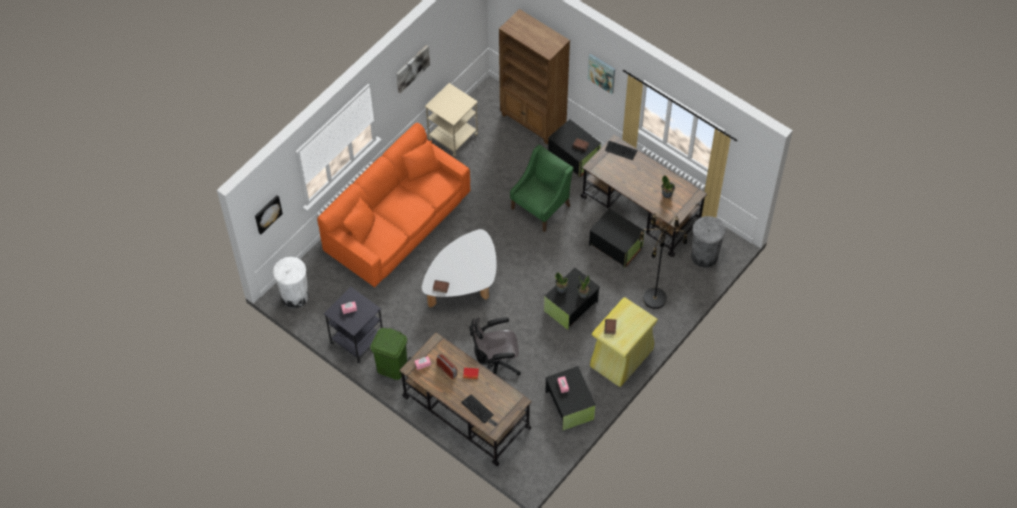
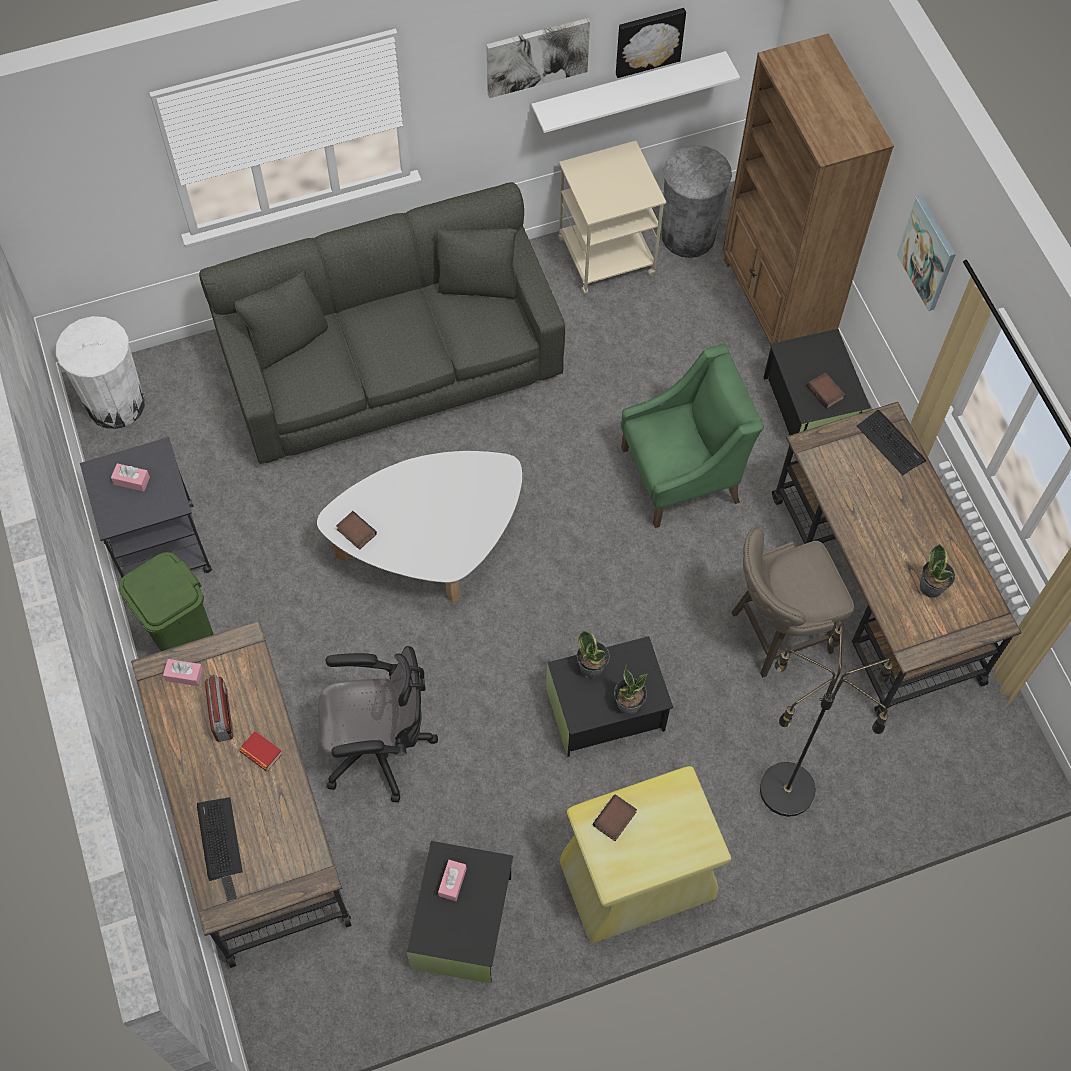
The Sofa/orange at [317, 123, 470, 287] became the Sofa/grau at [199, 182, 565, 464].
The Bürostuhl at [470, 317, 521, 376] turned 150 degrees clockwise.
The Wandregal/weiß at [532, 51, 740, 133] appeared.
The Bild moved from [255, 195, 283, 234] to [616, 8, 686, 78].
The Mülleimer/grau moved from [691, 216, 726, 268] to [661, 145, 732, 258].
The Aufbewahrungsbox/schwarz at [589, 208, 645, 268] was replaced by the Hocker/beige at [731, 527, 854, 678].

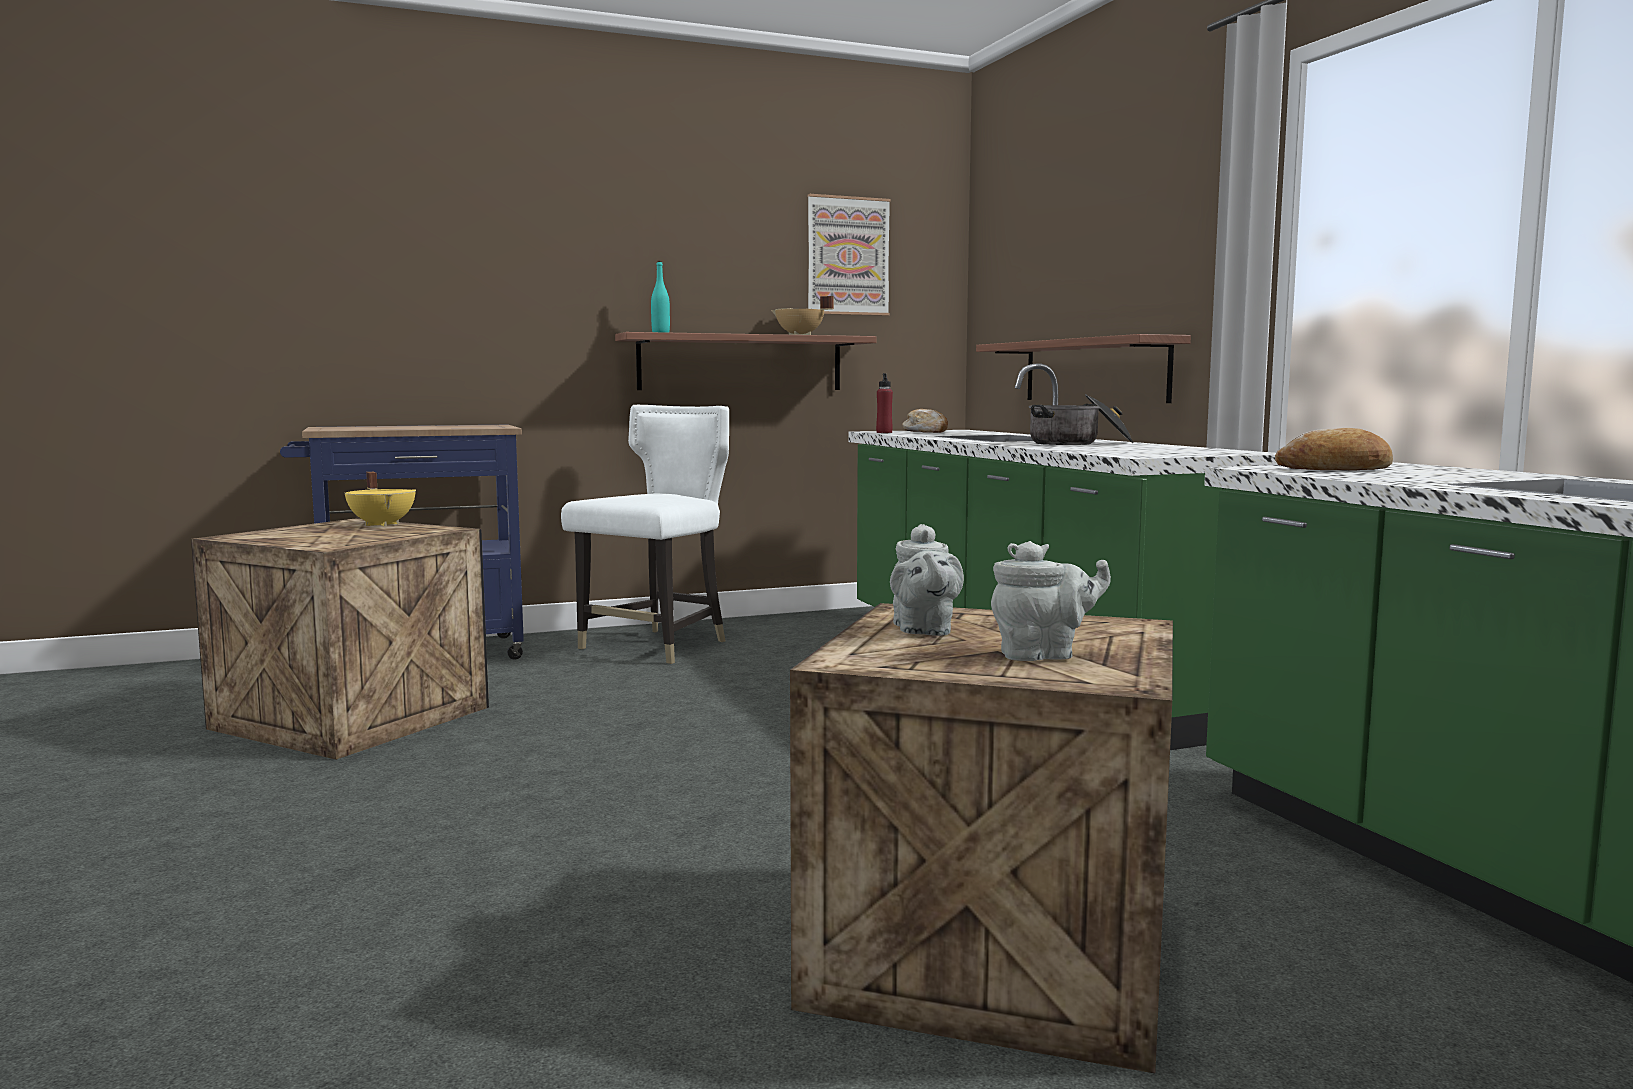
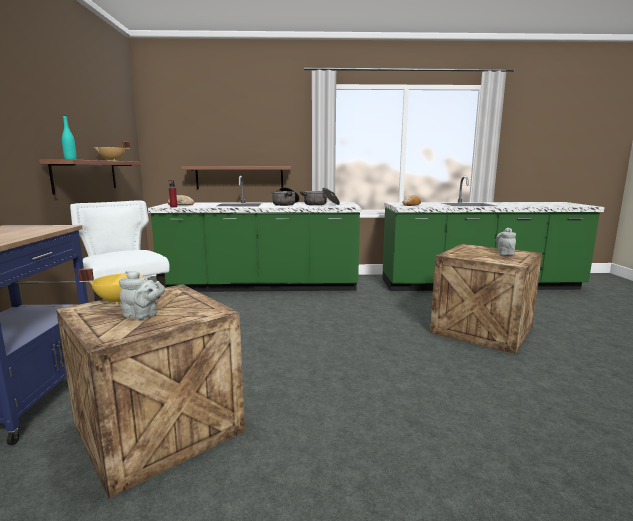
The Teekanne/grau moved from [890, 524, 964, 636] to [119, 270, 165, 319].
The Kochtopf at [300, 188, 340, 205] appeared.
The Bild at [807, 194, 890, 316] disappeared.

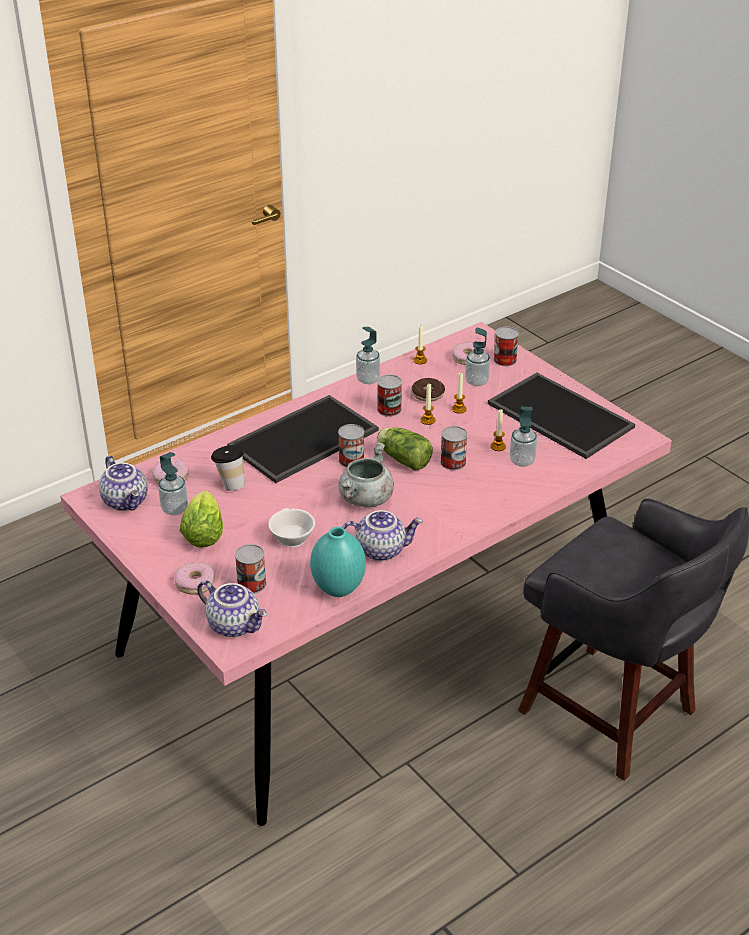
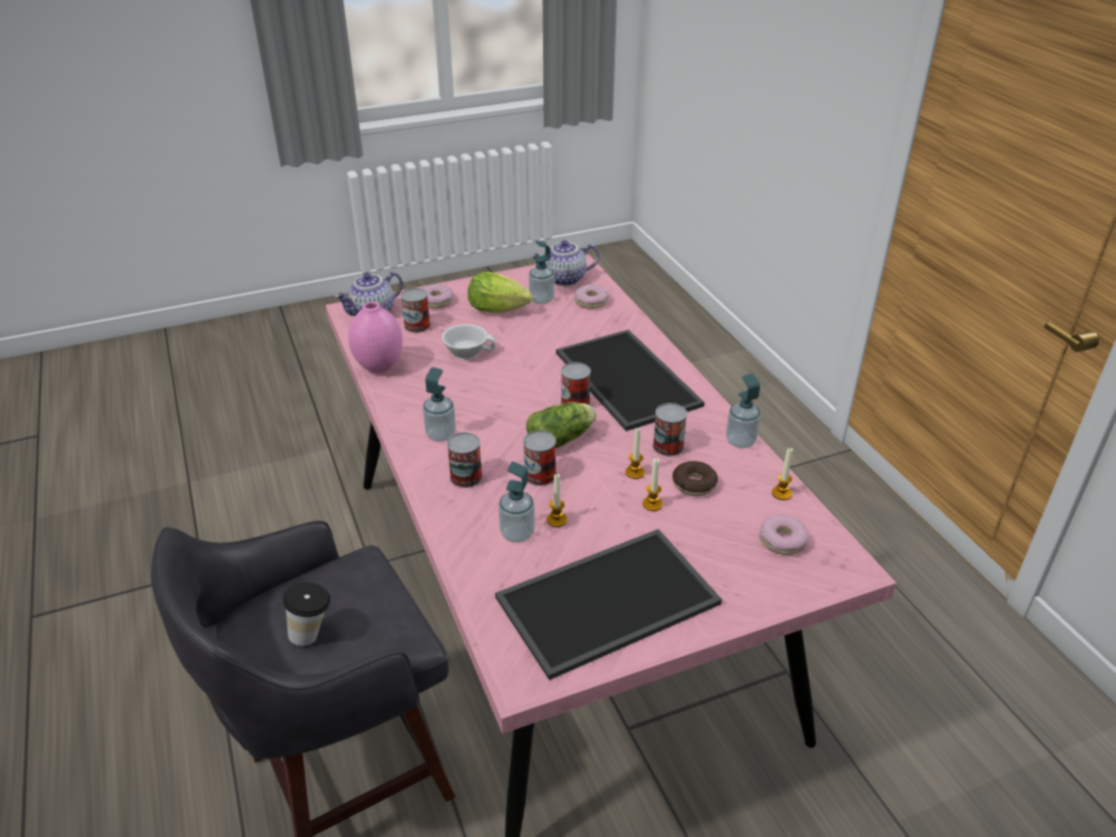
The Tasse moved from [211, 445, 245, 491] to [283, 582, 331, 646].
The Vase/türkis at [310, 527, 366, 597] became the Vase/rosa at [348, 301, 403, 373].
The Seifenspender moved from [465, 327, 490, 386] to [423, 367, 456, 442].
The Dose moved from [494, 327, 519, 366] to [447, 432, 482, 488].
The Kochtopf/grau at [338, 442, 394, 507] disappeared.
The Teekanne at [342, 510, 423, 561] disappeared.

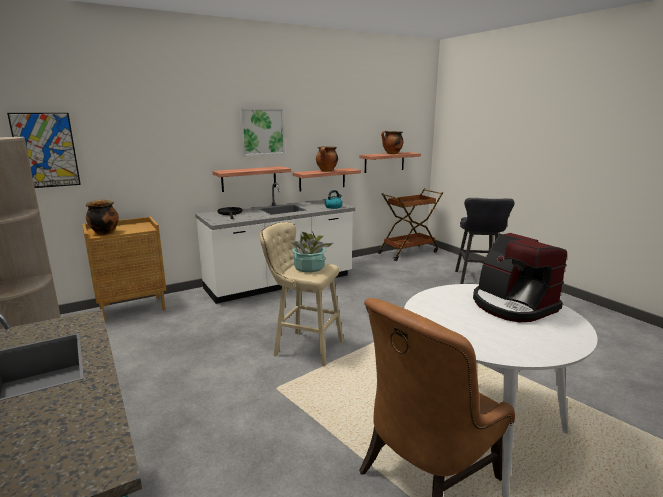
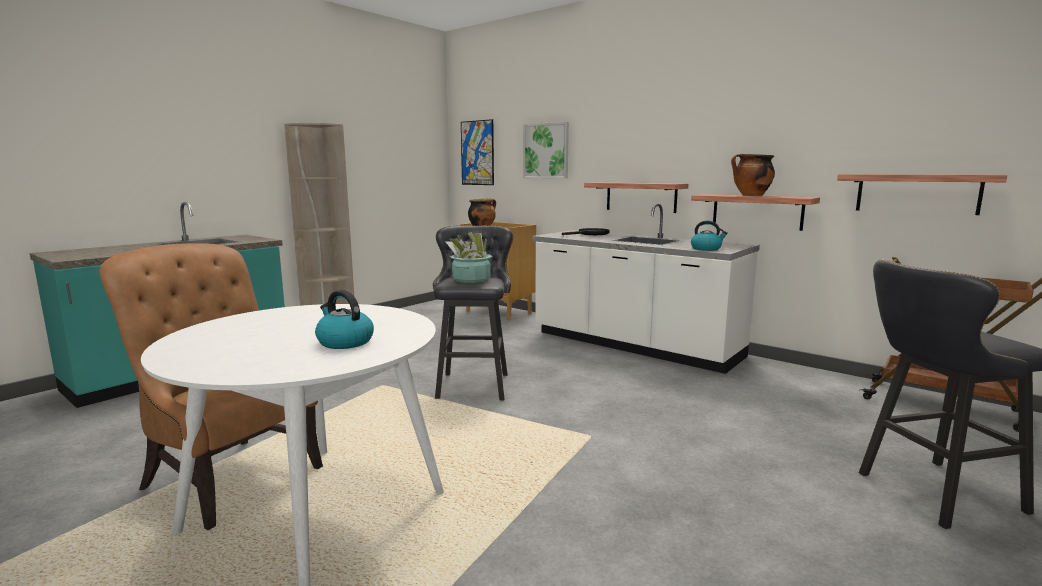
The Kaffeemaschine at [473, 233, 567, 322] was replaced by the Wasserkessel at [315, 290, 374, 349].
The Hocker/beige at [260, 222, 344, 366] became the Hocker/schwarz at [433, 225, 513, 400].
The Bild moved from [240, 108, 285, 156] to [523, 122, 569, 179].
The Kochtopf at [381, 131, 404, 154] disappeared.

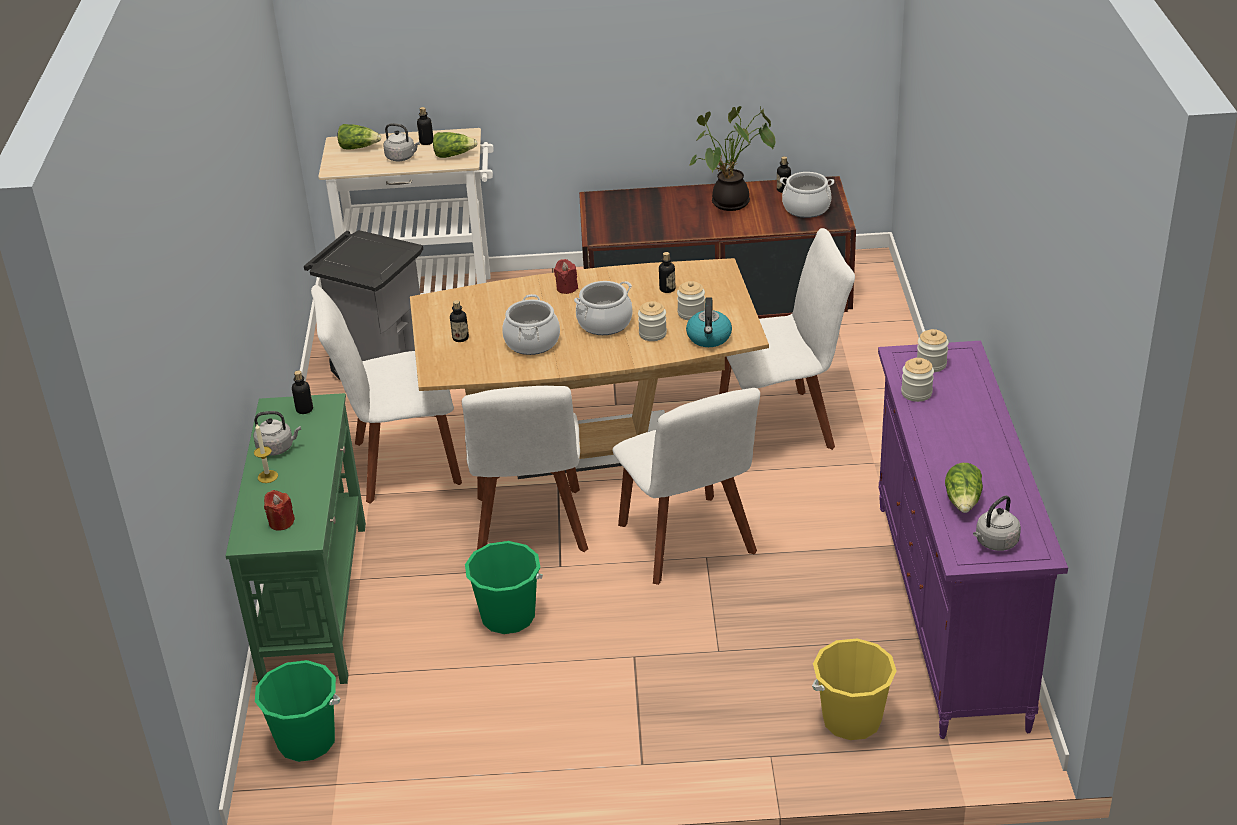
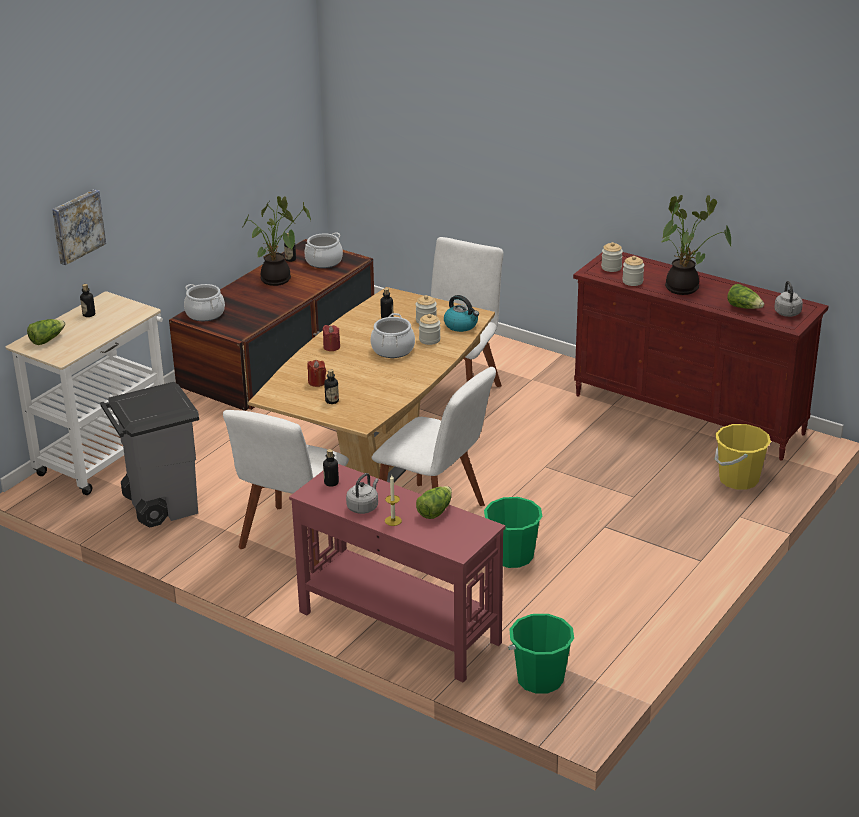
The Bild at [52, 189, 106, 265] appeared.
The Kochtopf moved from [502, 294, 560, 355] to [184, 284, 225, 321].
The Konsolentisch/grün at [226, 393, 366, 684] became the Konsolentisch/rot at [289, 464, 505, 683].
The Kerze/rot moved from [264, 490, 295, 530] to [307, 360, 326, 387].
The Salatkopf moved from [433, 132, 477, 158] to [416, 486, 452, 519].
The Kommode/lila at [878, 341, 1068, 739] became the Kommode/rot at [573, 252, 829, 461].
The Topfpflanze at [662, 195, 731, 295] appeared.
The Wasserkessel/grau at [383, 123, 420, 161] disappeared.
The Stuhl/weiß at [612, 388, 760, 585] disappeared.

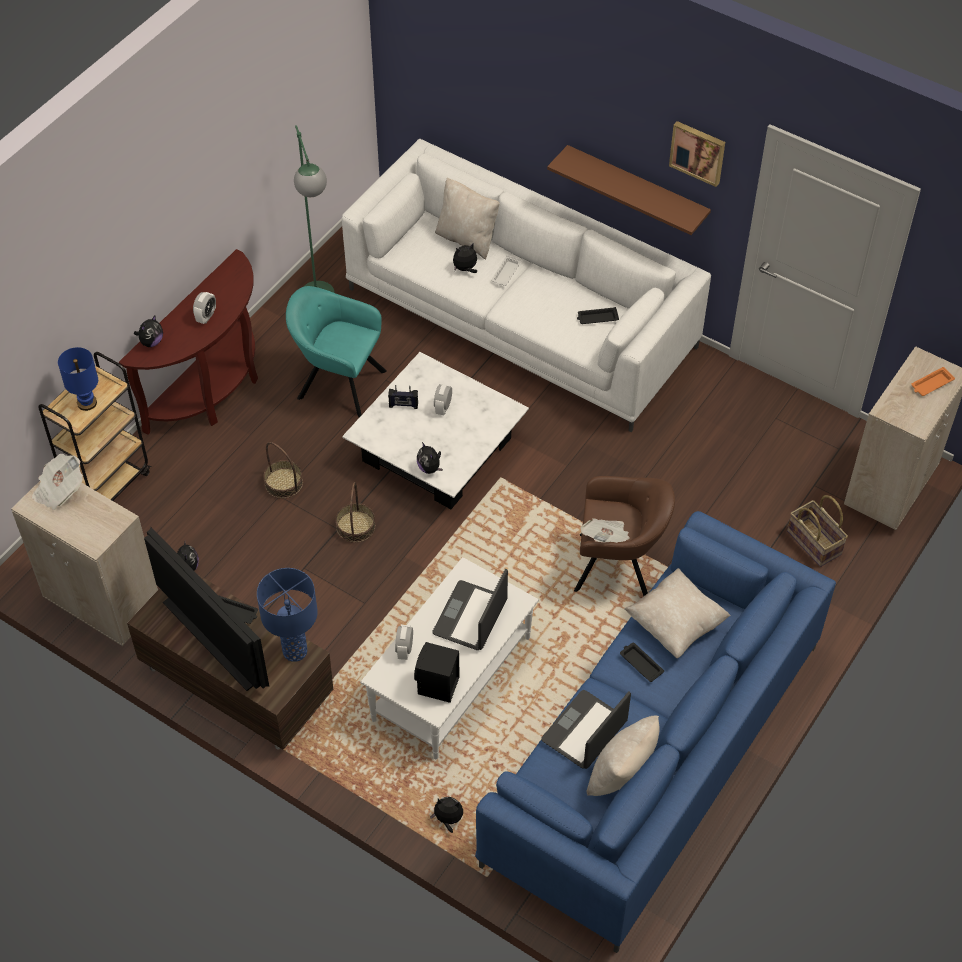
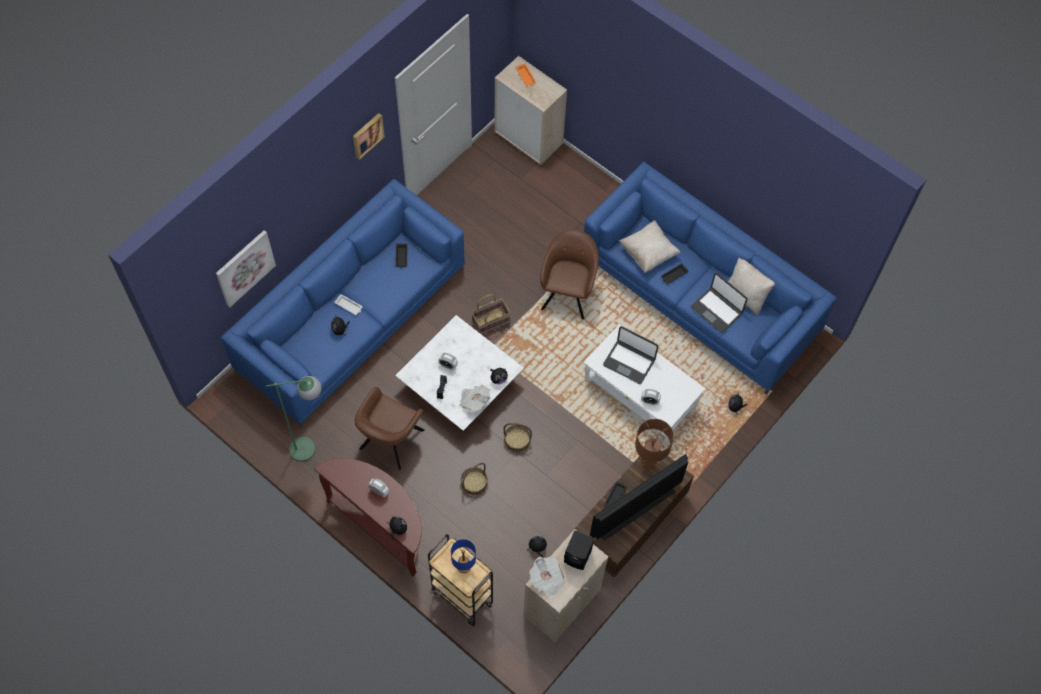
The Bild at [216, 230, 276, 307] appeared.
The Sofa/weiß at [342, 139, 711, 432] became the Sofa/blau at [221, 179, 465, 427].
The Sessel/türkis at [286, 286, 387, 418] became the Sessel/braun at [355, 387, 424, 470].
The Zeitung moved from [581, 518, 630, 543] to [459, 385, 490, 411].
The Korb moved from [787, 495, 848, 567] to [471, 294, 510, 335].
The Lautsprecher/schwarz moved from [414, 642, 460, 703] to [564, 530, 594, 570].
The Tischlampe/blau at [257, 568, 318, 662] became the Tischlampe/braun at [635, 419, 674, 470].
The Kissen/beige at [435, 177, 500, 259] disappeared.
The Wandregal/braun at [547, 145, 711, 235] disappeared.

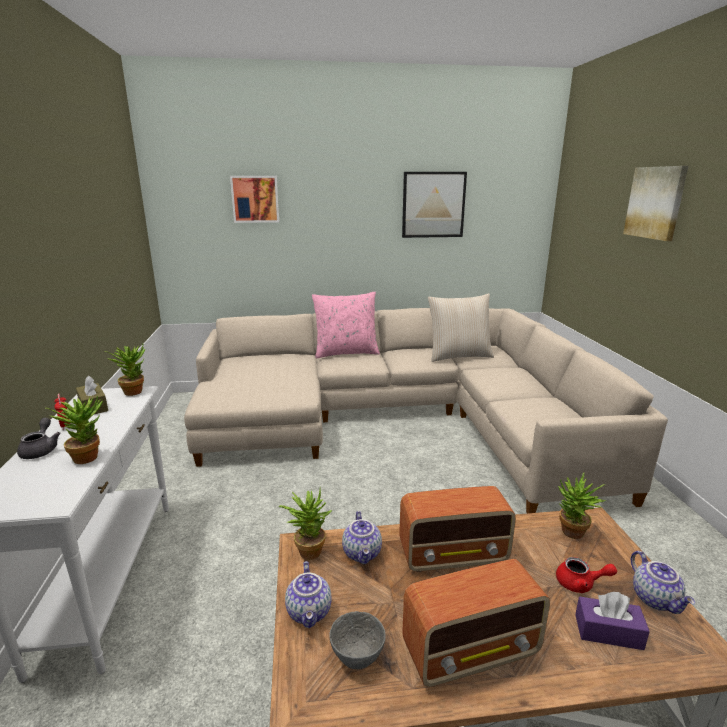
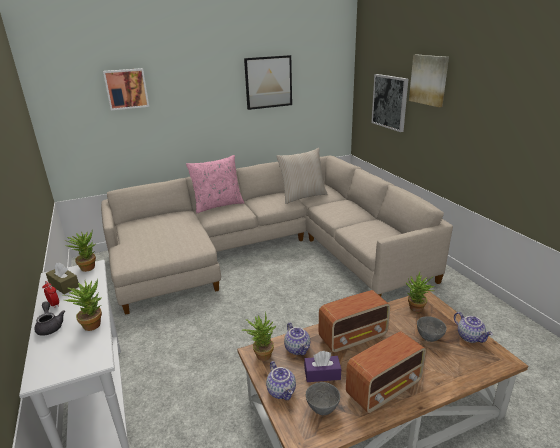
The Taschentuchbox/lila moved from [575, 592, 650, 650] to [304, 351, 341, 382].
The Bild at [371, 74, 408, 132] appeared.
The Teekanne/rot at [556, 557, 617, 593] was replaced by the Schüssel/grau at [417, 316, 447, 342].

